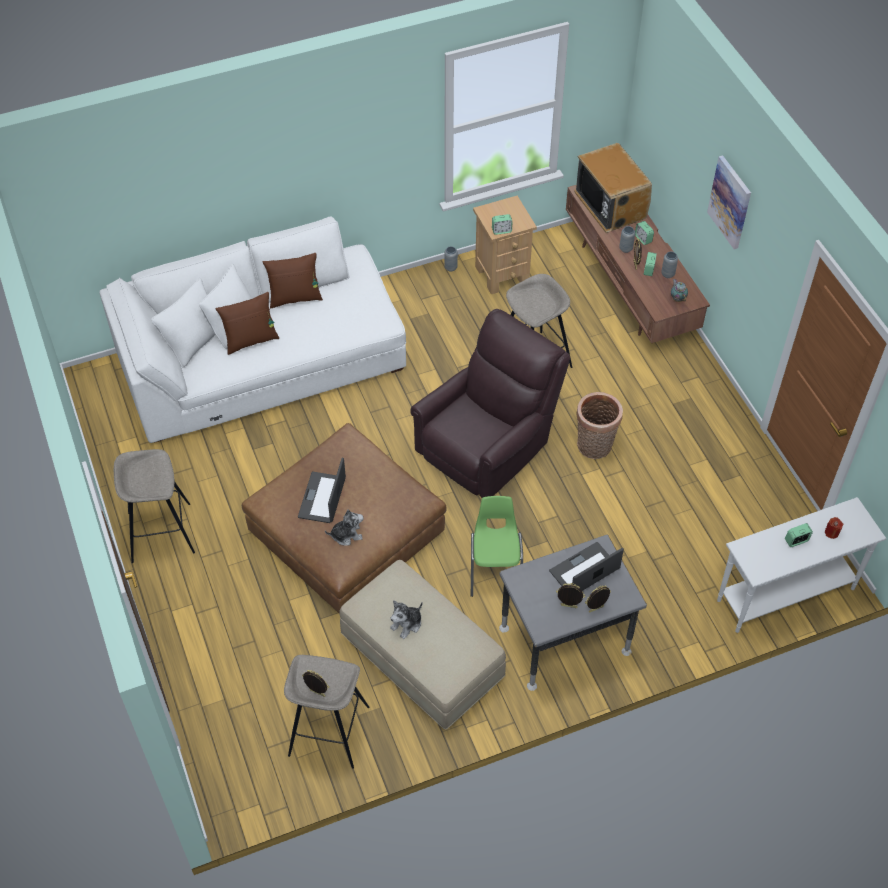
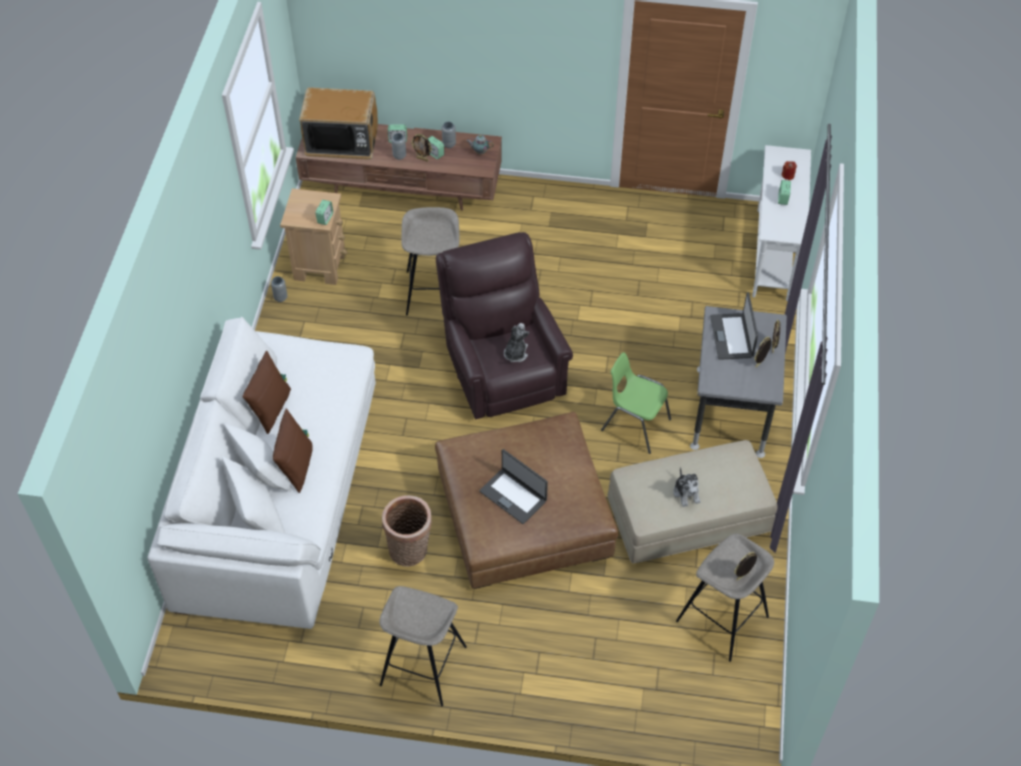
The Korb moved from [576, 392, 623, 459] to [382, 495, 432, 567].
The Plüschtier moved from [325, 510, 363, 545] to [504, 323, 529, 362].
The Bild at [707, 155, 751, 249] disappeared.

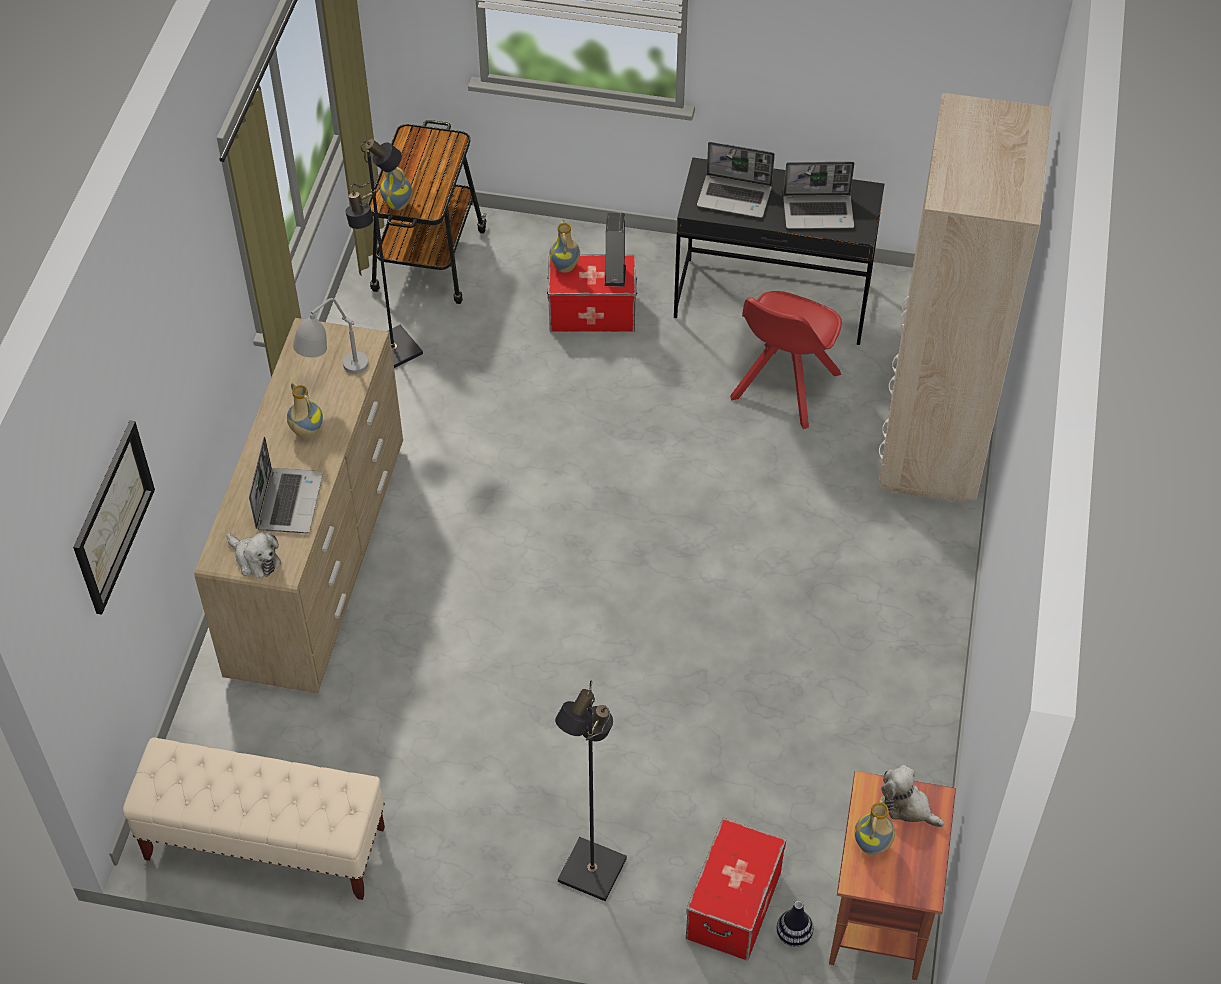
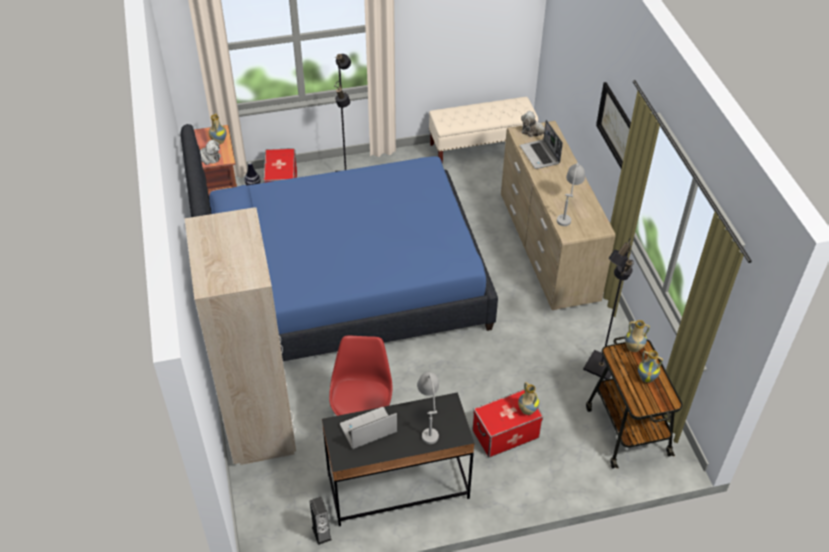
The Bett/blau at [180, 124, 498, 361] appeared.
The Lautsprecher moved from [604, 212, 626, 287] to [309, 497, 332, 545].
The Laptop at [697, 142, 775, 218] was replaced by the Tischlampe/grau at [417, 372, 439, 444].
The Bild moved from [73, 420, 155, 615] to [596, 82, 631, 169].
The Vase moved from [287, 382, 323, 439] to [638, 350, 663, 383].

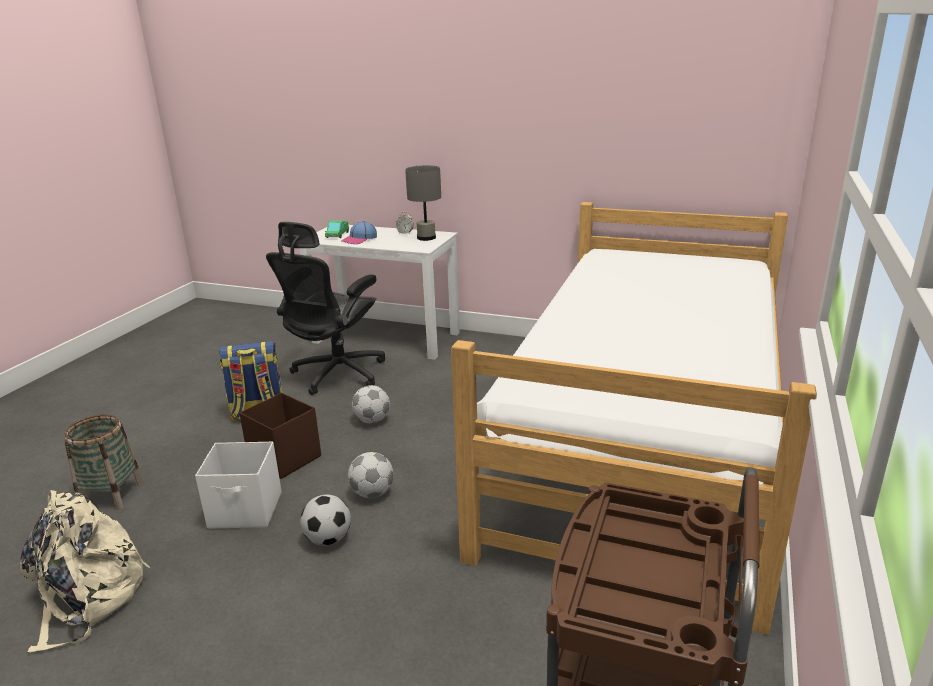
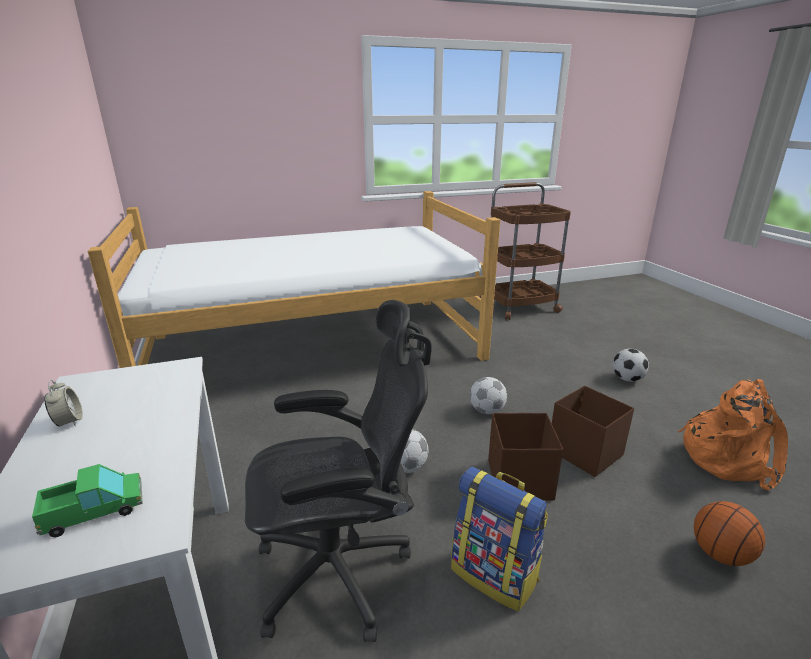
The Aufbewahrungsbox/weiß at [195, 441, 282, 529] became the Aufbewahrungsbox/braun at [552, 386, 634, 477].
The Fußball moved from [300, 495, 351, 546] to [613, 349, 649, 382].
The Rucksack/beige at [20, 490, 150, 653] became the Rucksack/orange at [678, 379, 788, 490].
The Korb at [64, 414, 144, 510] was replaced by the Basketball at [694, 501, 765, 566].
The Kappe at [341, 221, 377, 244] disappeared.
The Tischlampe/grau at [405, 165, 441, 241] disappeared.

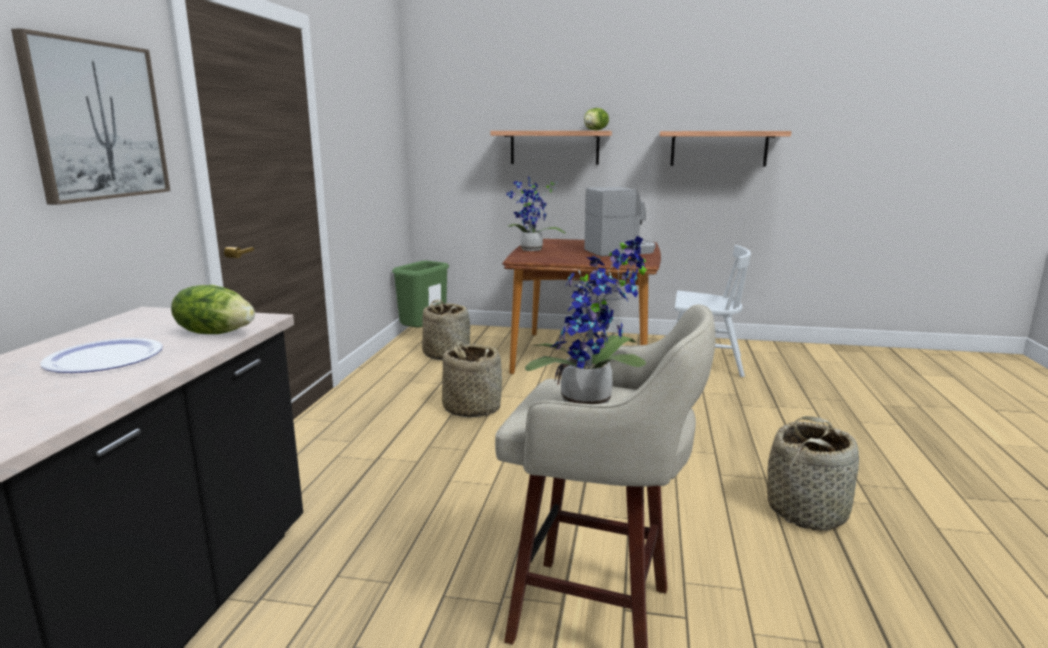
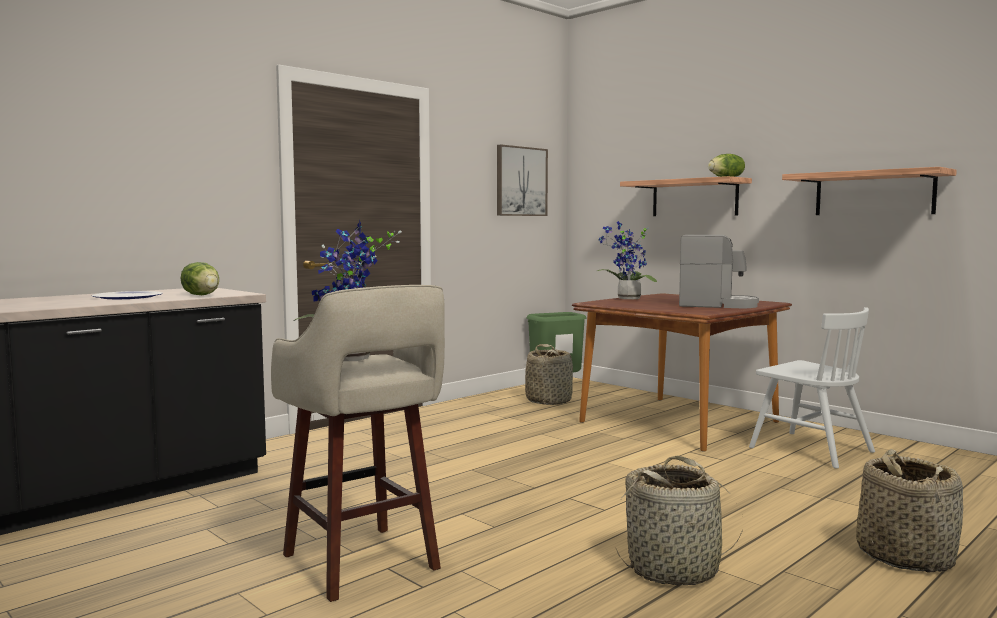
The Bild moved from [11, 28, 170, 205] to [497, 144, 548, 216].
The Korb moved from [442, 341, 502, 418] to [856, 449, 963, 573].

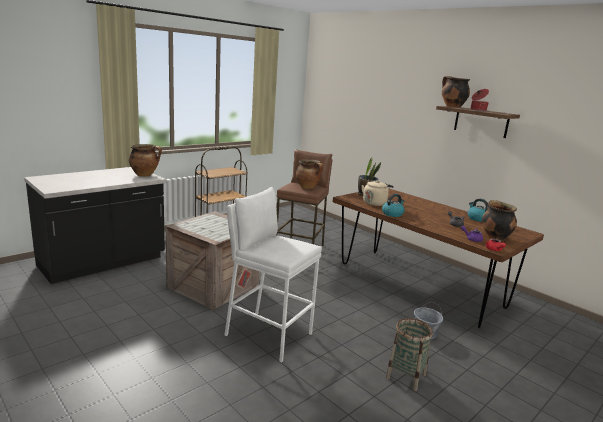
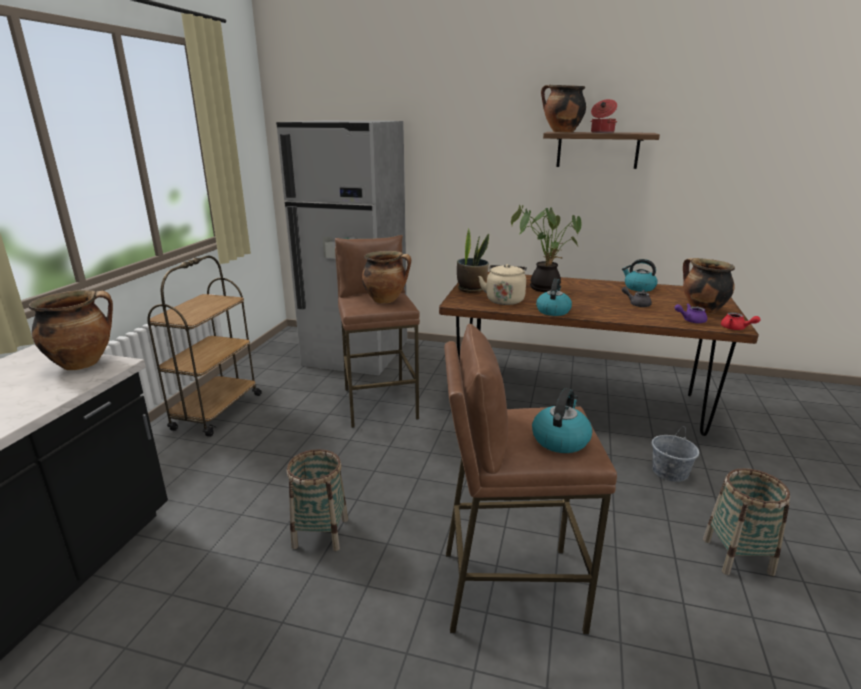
The Kühlschrank/grau at [276, 121, 407, 375] appeared.
The Kiste at [165, 211, 260, 310] was replaced by the Korb at [287, 449, 348, 551].
The Hocker/weiß at [224, 187, 322, 363] became the Hocker/braun at [444, 324, 617, 635].
The Topfpflanze at [511, 205, 582, 292] appeared.
The Wasserkessel at [532, 388, 592, 453] appeared.

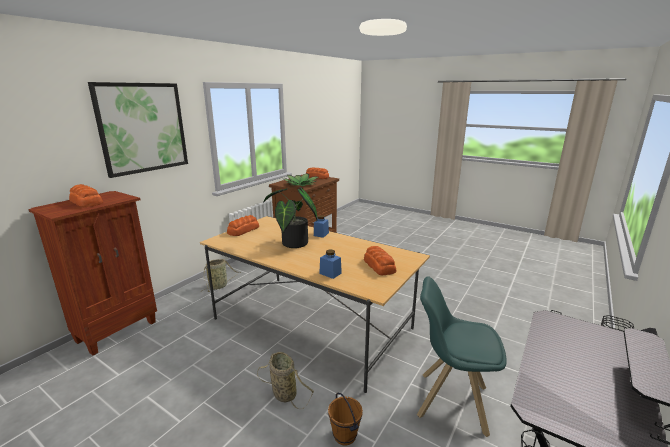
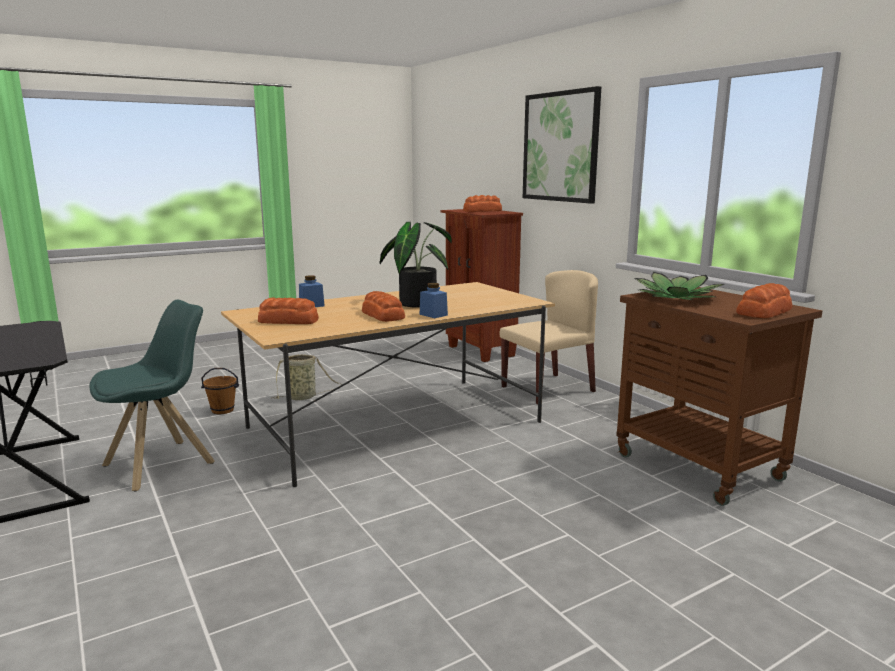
The Brot moved from [227, 215, 259, 236] to [362, 291, 405, 322].
The Korb at [203, 259, 241, 292] was replaced by the Stuhl/beige at [500, 270, 598, 404].

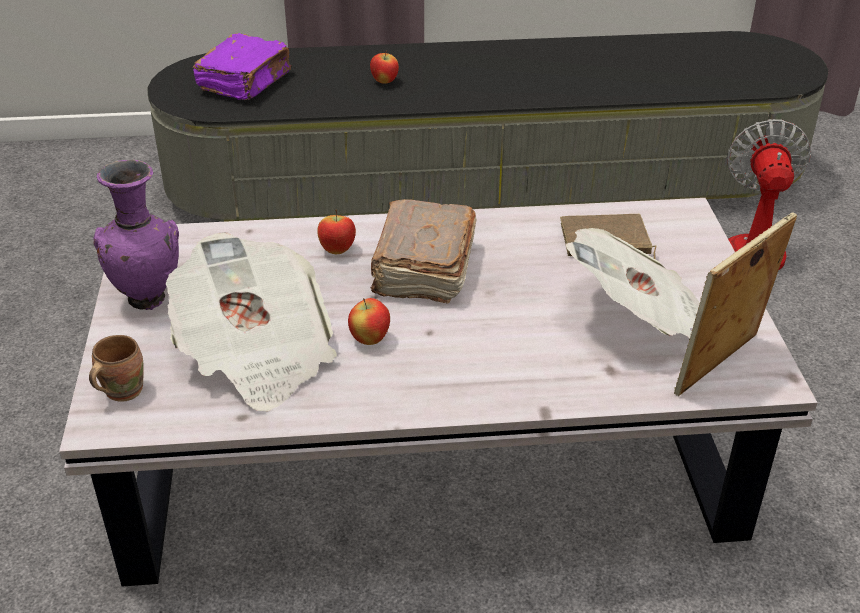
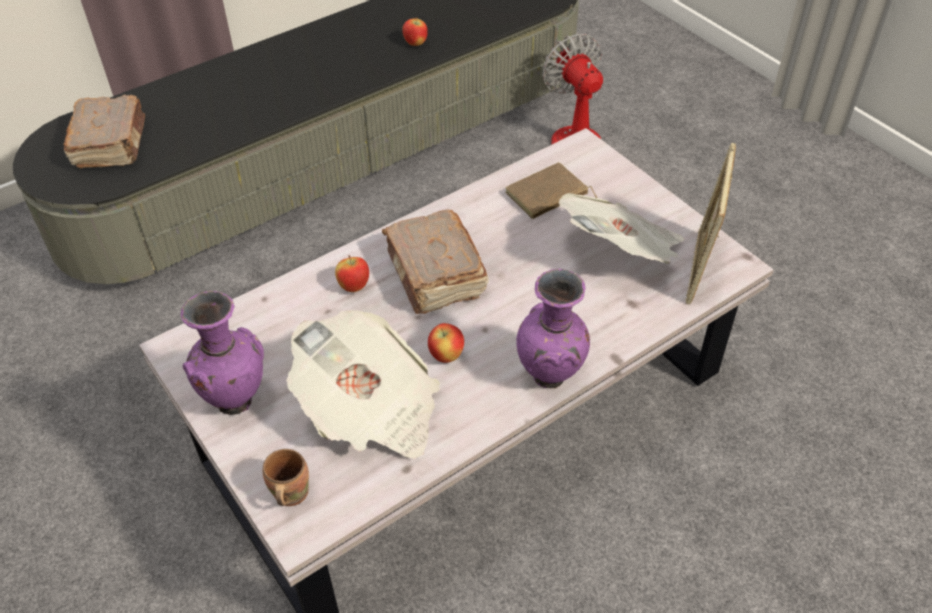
The Buch/lila at [193, 33, 291, 100] became the Buch/braun at [64, 95, 146, 168].
The Apfel moved from [370, 51, 399, 84] to [402, 17, 428, 46].
The Vase/lila at [517, 269, 590, 388] appeared.

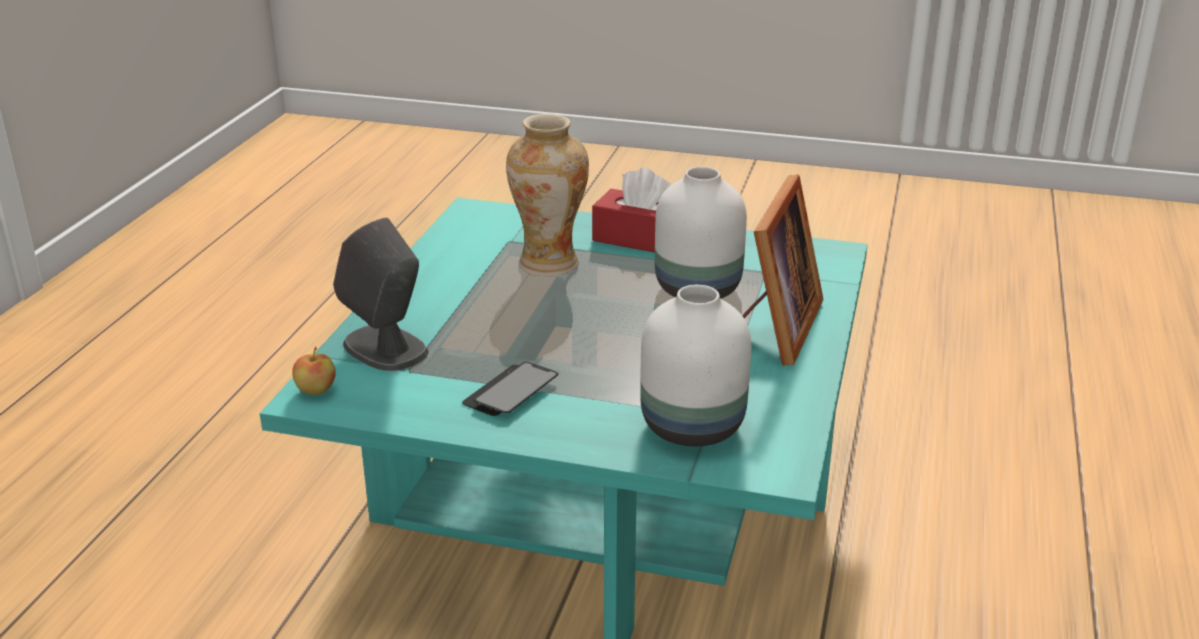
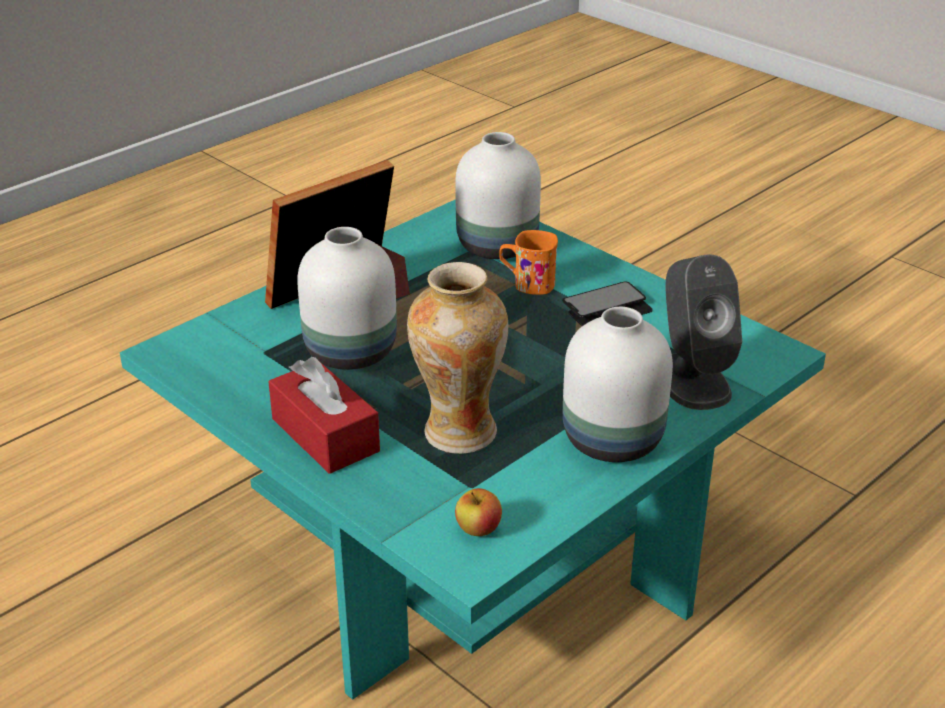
The Apfel moved from [292, 347, 336, 395] to [455, 488, 502, 536].
The Henkelbecher/orange at [500, 230, 558, 295] appeared.
The Vase/weiß at [563, 307, 673, 462] appeared.

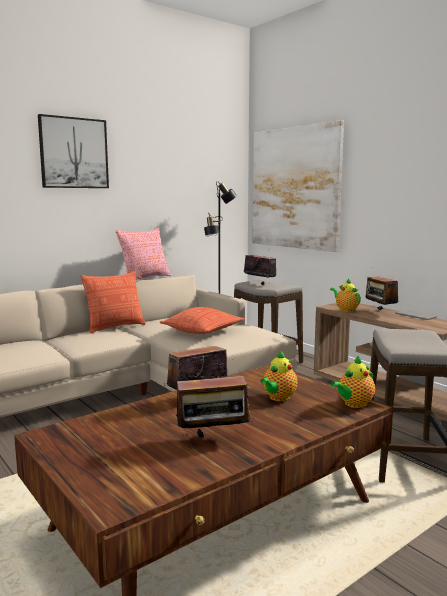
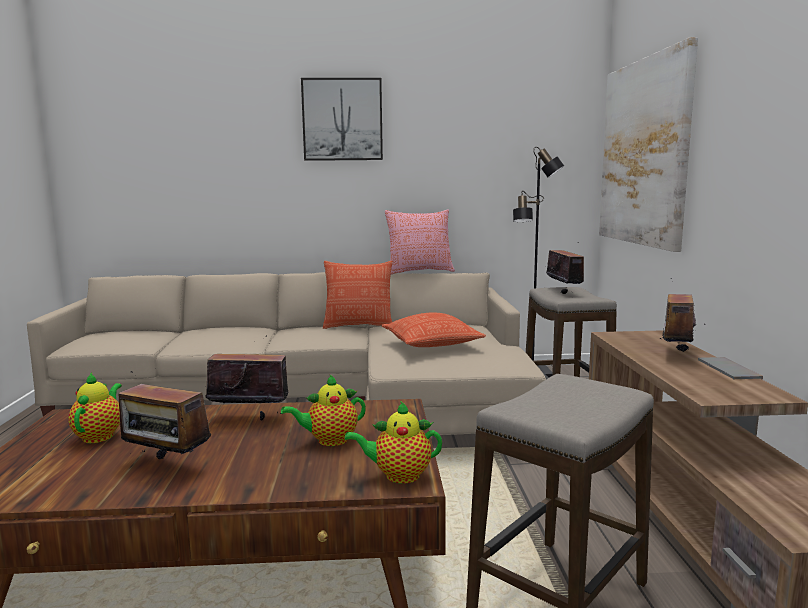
The Teekanne moved from [330, 278, 361, 312] to [68, 373, 122, 443].

